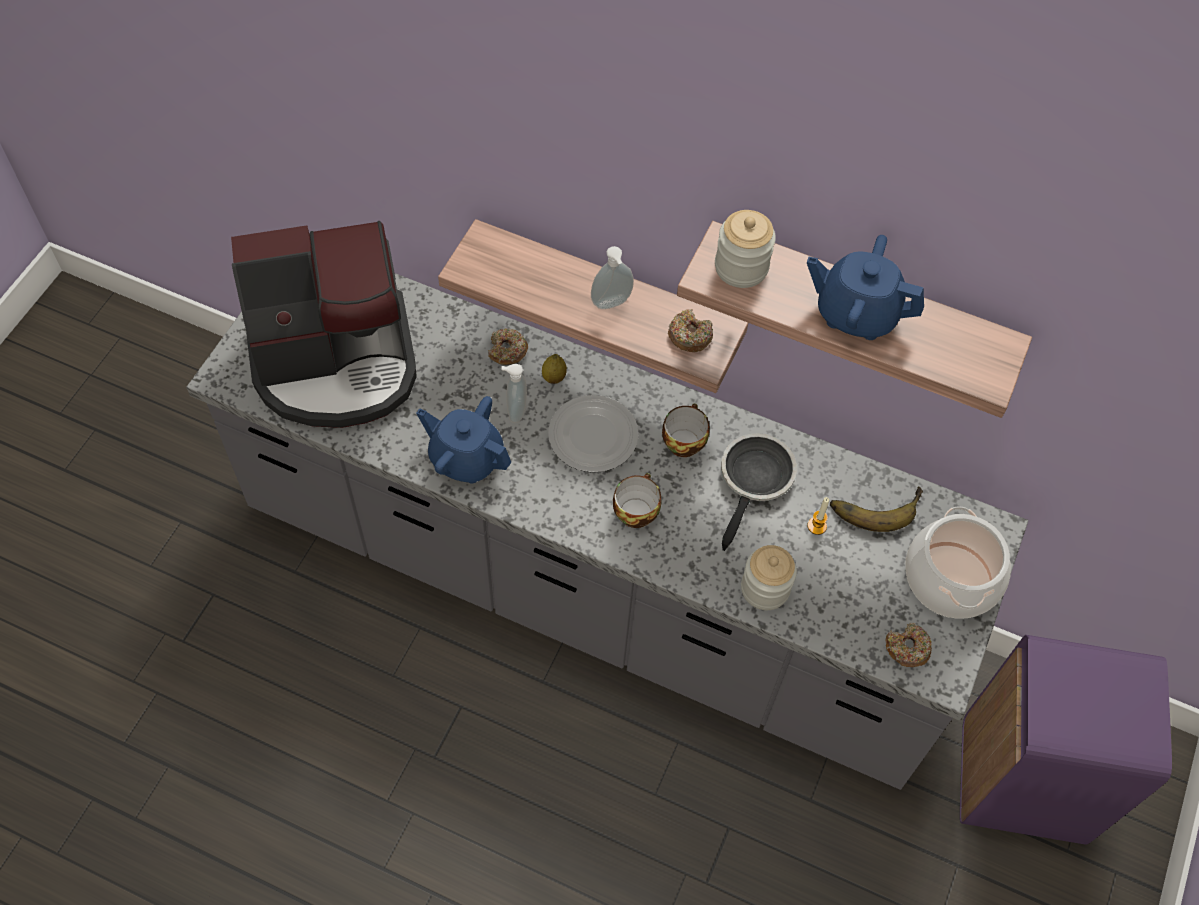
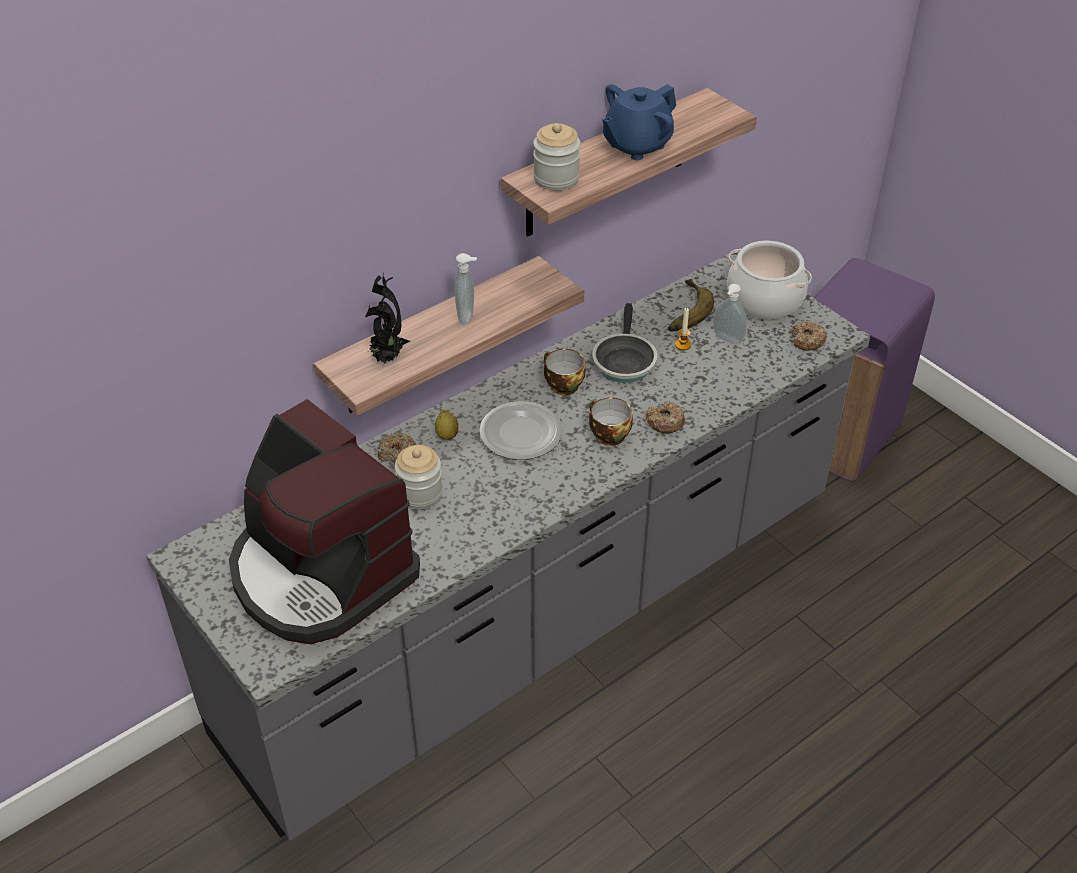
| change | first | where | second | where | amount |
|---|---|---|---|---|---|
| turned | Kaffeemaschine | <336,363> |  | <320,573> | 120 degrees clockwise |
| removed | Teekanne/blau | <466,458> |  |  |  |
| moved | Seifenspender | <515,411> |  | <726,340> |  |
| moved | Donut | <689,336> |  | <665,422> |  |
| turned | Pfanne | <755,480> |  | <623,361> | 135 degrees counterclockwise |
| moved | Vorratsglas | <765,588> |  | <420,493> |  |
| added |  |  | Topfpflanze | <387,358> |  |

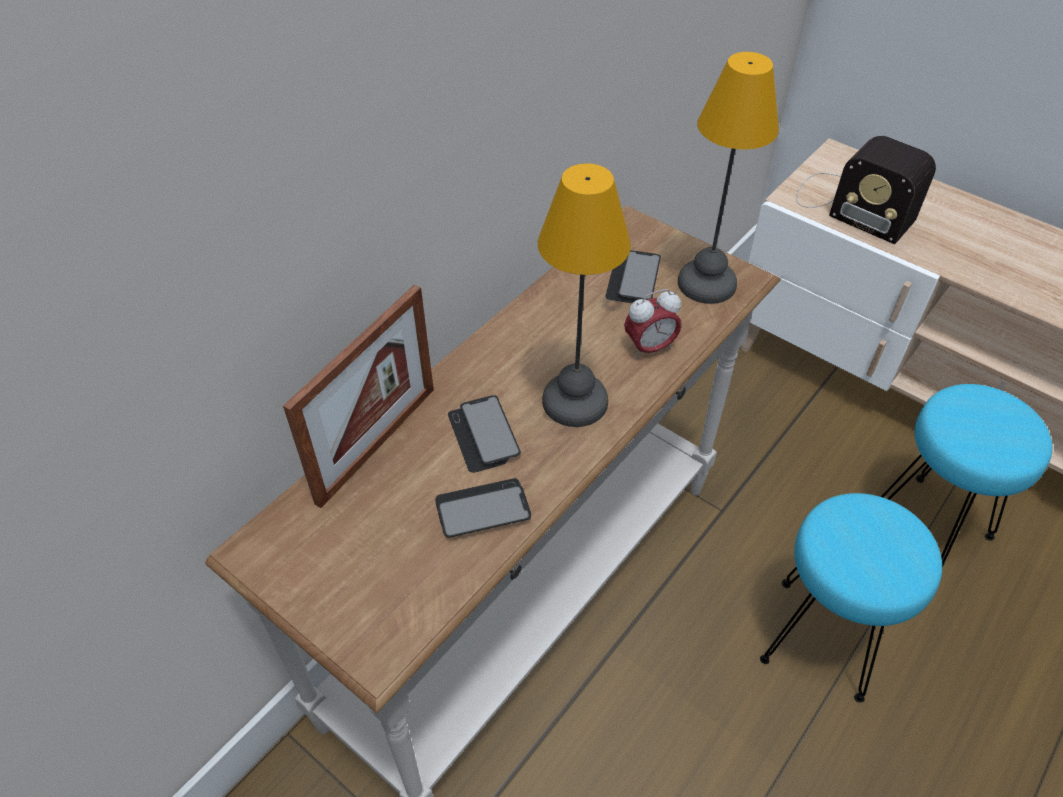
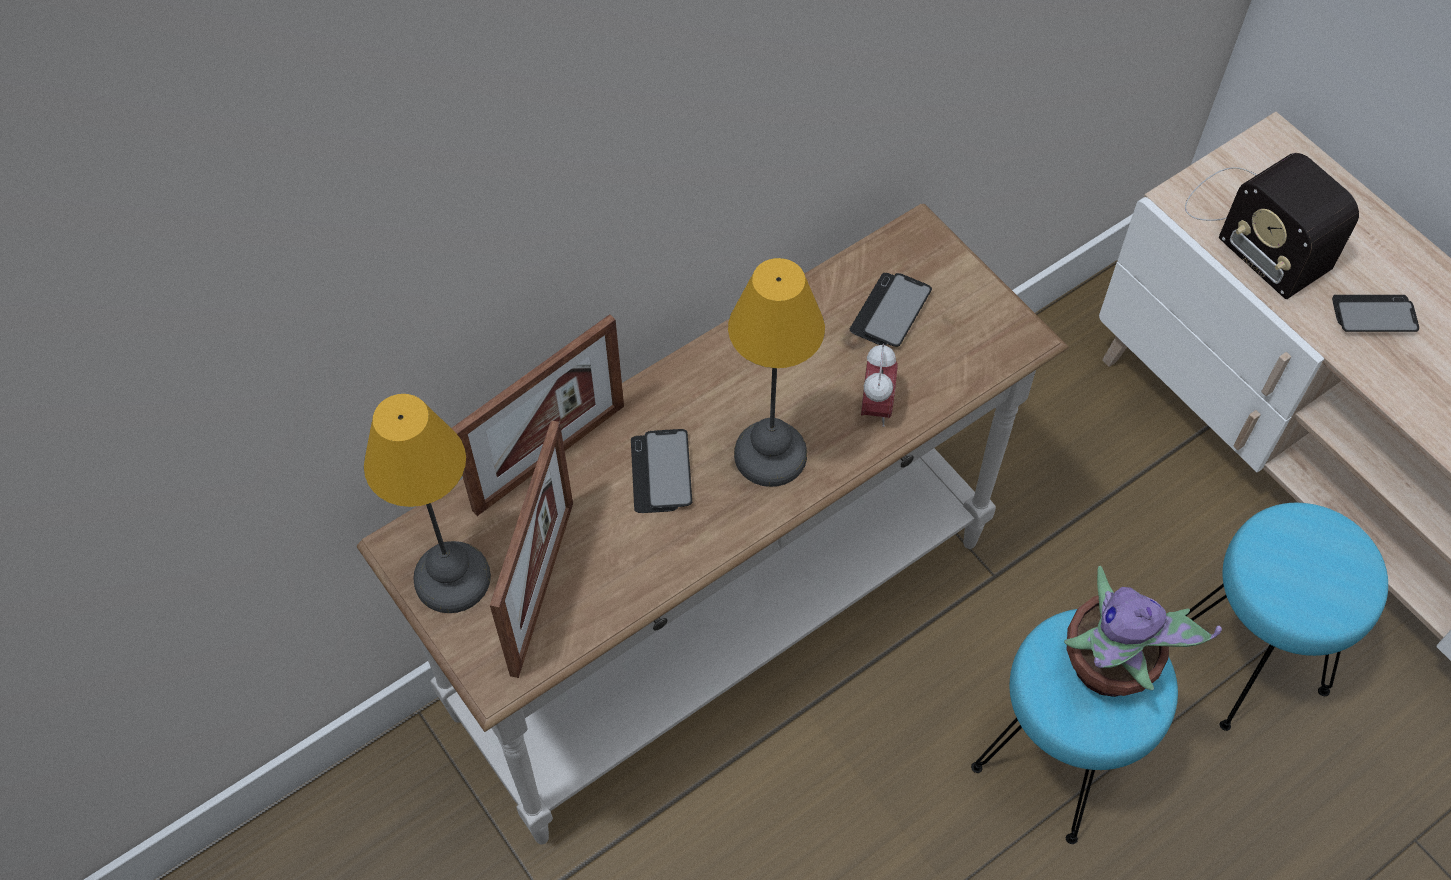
| change | first | where | second | where | amount |
|---|---|---|---|---|---|
| moved | Handy | <482,509> |  | <1374,315> |  |
| turned | Wecker | <649,348> |  | <875,407> | 75 degrees counterclockwise |
| moved | Tischlampe | <705,284> |  | <450,580> |  |
| added |  |  | Bilderrahmen | <542,587> |  |
| added |  |  | Topfpflanze | <1108,669> |  |

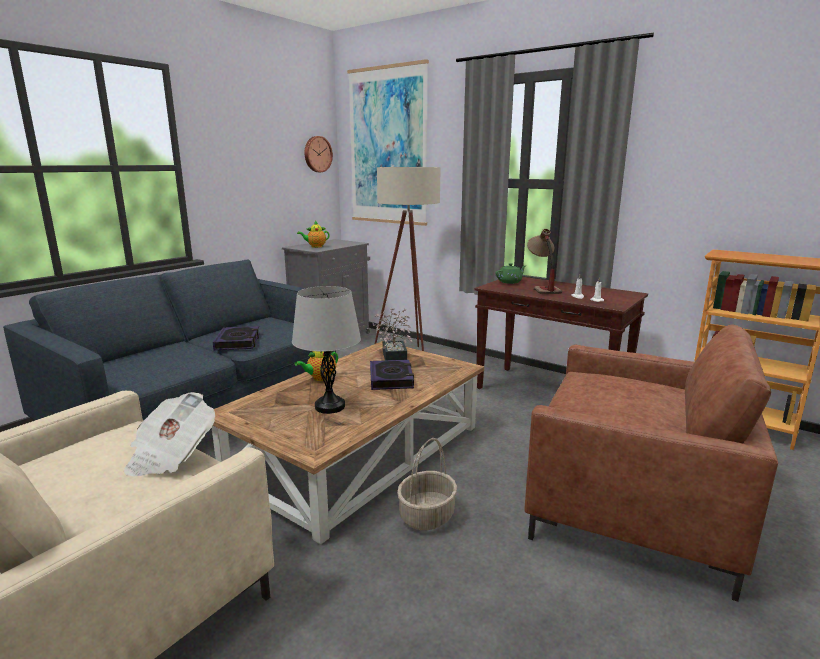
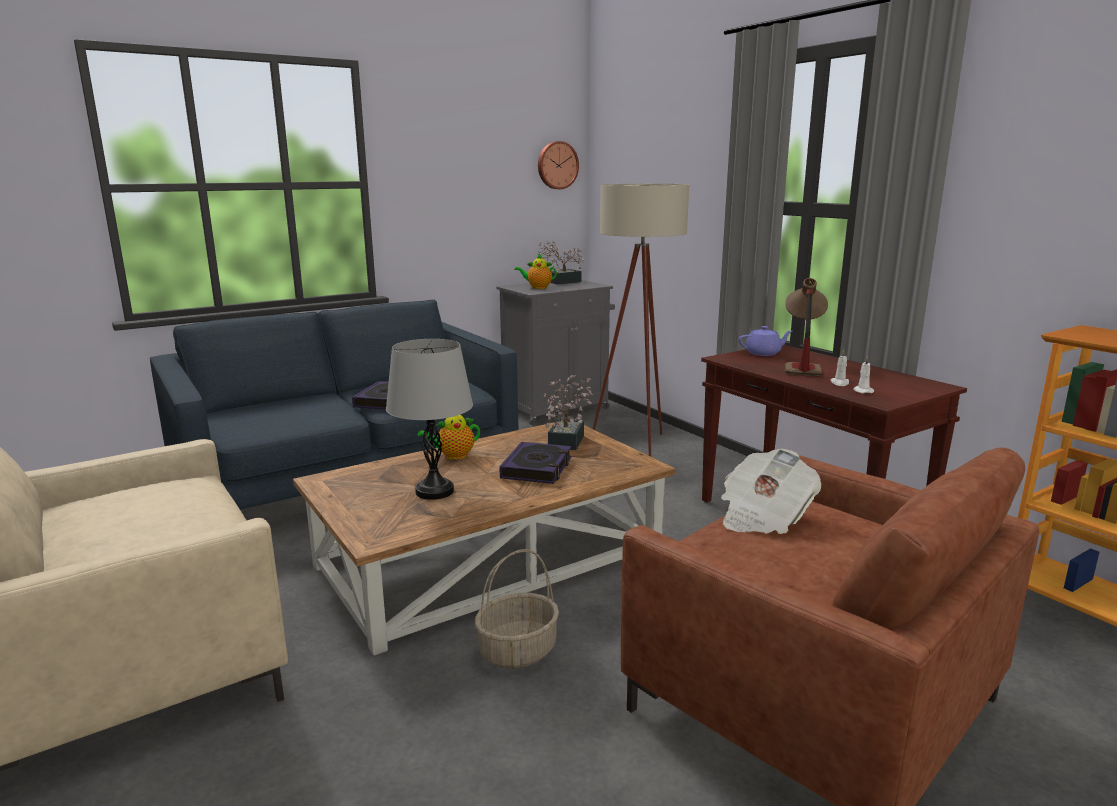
| change | first | where | second | where | amount |
|---|---|---|---|---|---|
| moved | Zeitung | <171,455> |  | <763,516> |  |
| removed | Bild | <388,147> |  |  |  |
| recoloured | Teekanne/grün | <510,282> | Teekanne/lila | <763,353> |  |
| added |  |  | Topfpflanze | <560,282> |  |

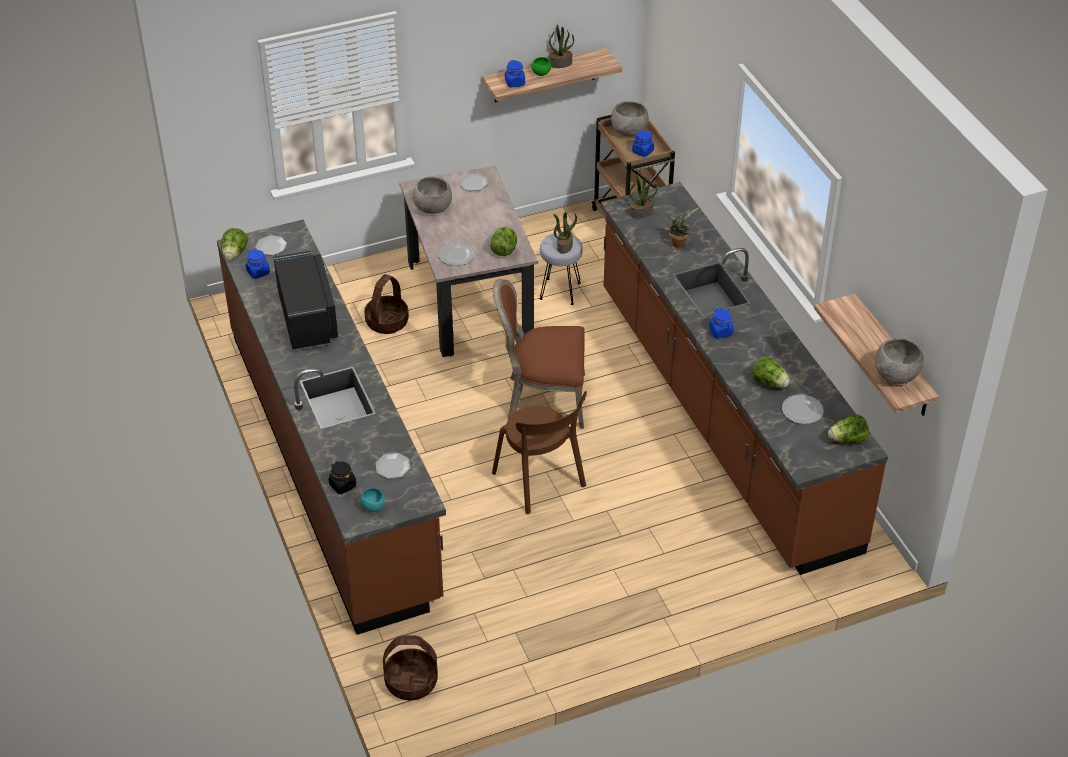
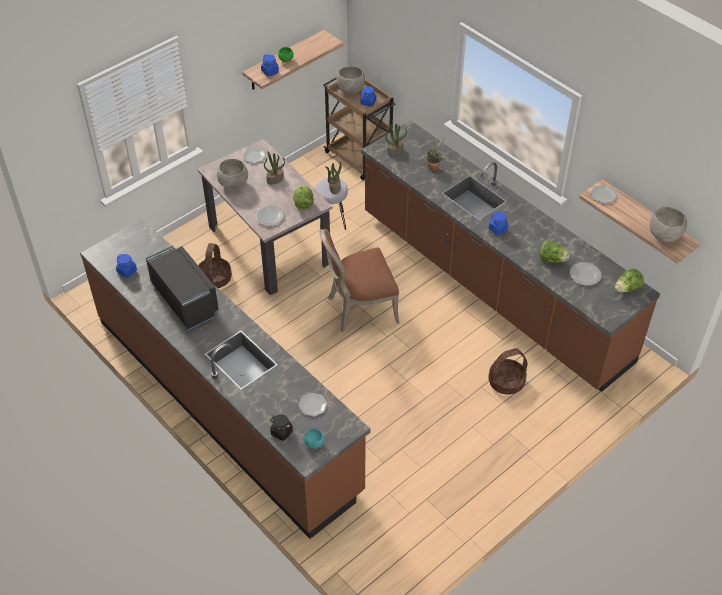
| change | first | where | second | where | amount |
|---|---|---|---|---|---|
| removed | Salatkopf | <235,254> |  |  |  |
| moved | Teller | <271,247> |  | <603,195> |  |
| moved | Korb | <411,681> |  | <506,381> |  |
| removed | Stuhl/braun | <541,482> |  |  |  |
| moved | Topfpflanze | <561,63> |  | <275,179> |  |

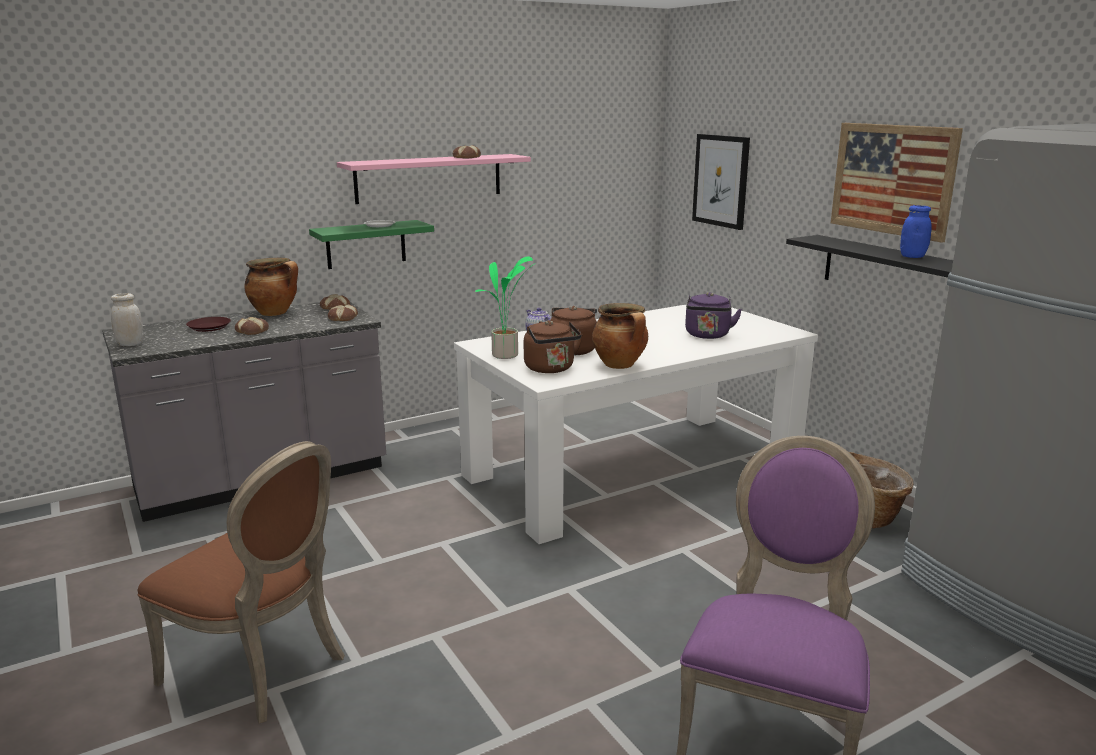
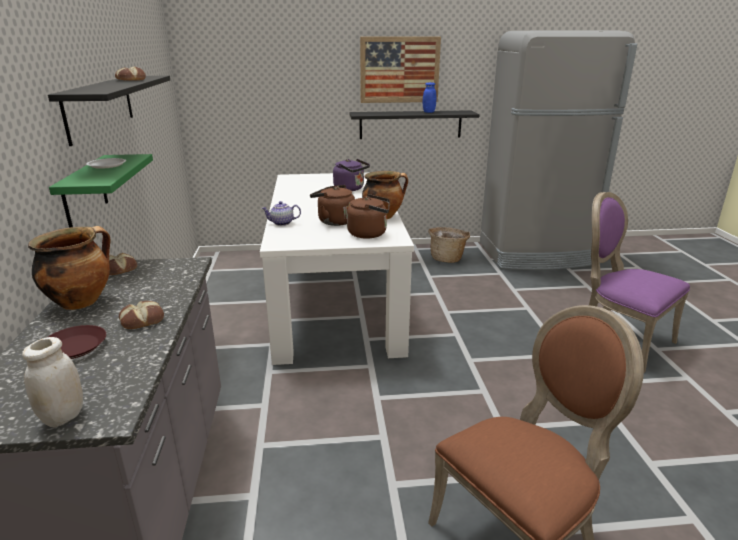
| change | first | where | second | where | amount |
|---|---|---|---|---|---|
| removed | Brot | <342,318> |  |  |  |
| recoloured | Wandregal/rosa | <429,178> | Wandregal/schwarz | <100,106> |  |
| removed | Topfpflanze | <506,356> |  |  |  |
| removed | Bild | <721,180> |  |  |  |

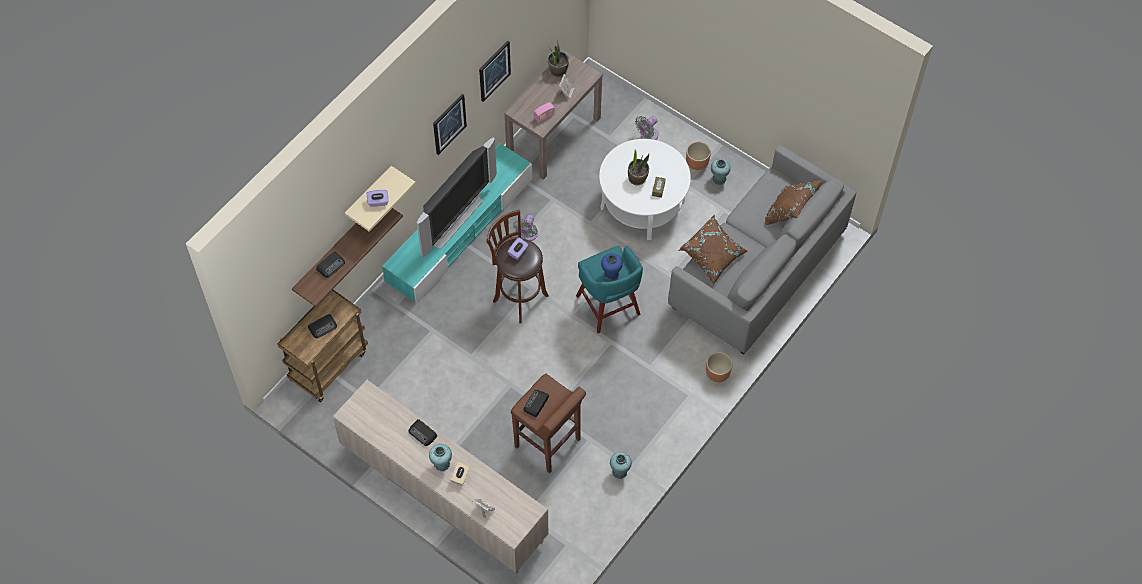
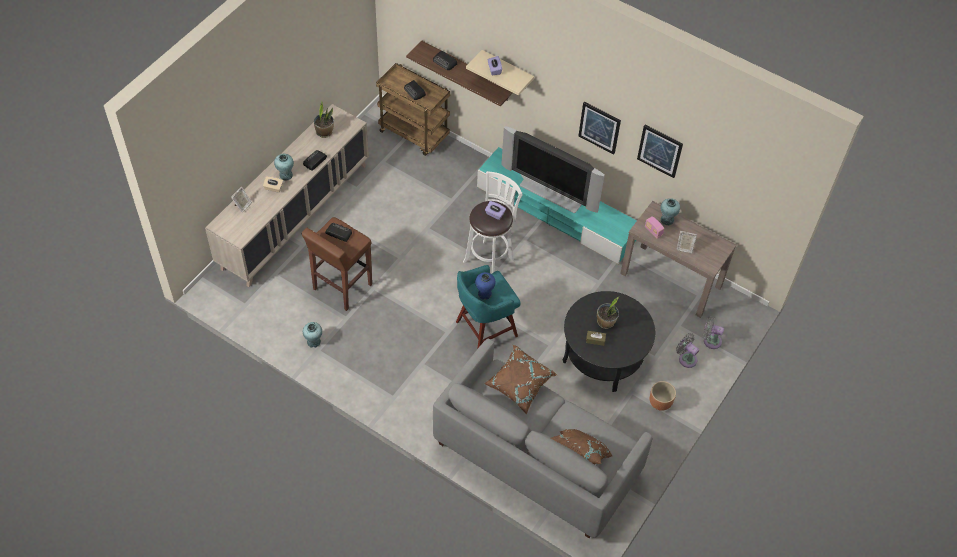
| change | first | where | second | where | amount |
|---|---|---|---|---|---|
| recoloured | Hocker/braun | <518,296> | Hocker/weiß | <490,259> |  |
| moved | Ventilator/grau | <527,235> |  | <710,340> |  |
| moved | Topfpflanze | <558,70> |  | <324,132> |  |
| recoloured | Couchtisch/weiß | <642,204> | Couchtisch/schwarz | <603,355> |  |
| removed | Pflanzkübel/braun | <717,374> |  |  |  |
| moved | Vase/türkis | <719,179> |  | <667,220> |  |

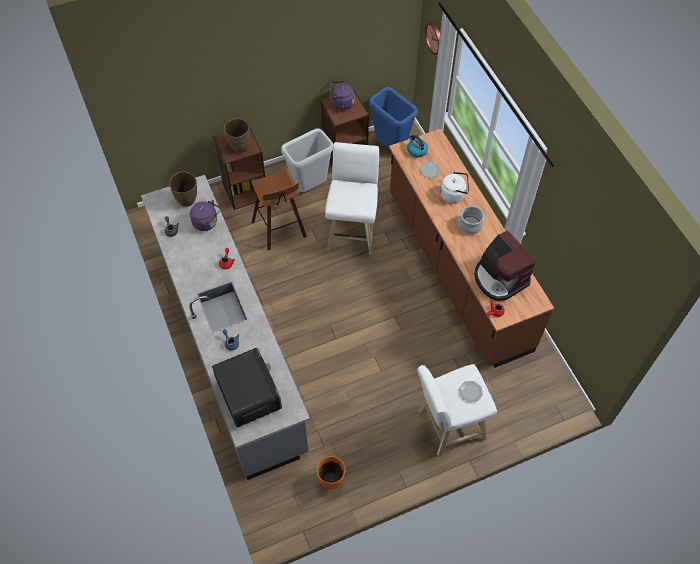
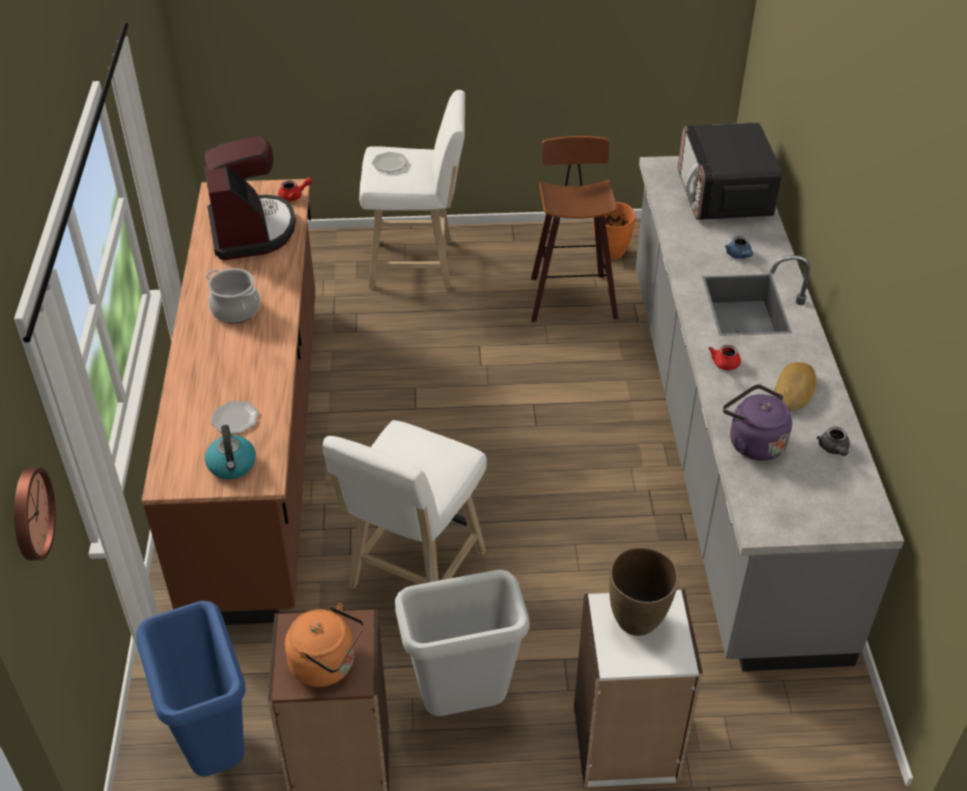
| change | first | where | second | where | amount |
|---|---|---|---|---|---|
| removed | Vase/braun | <187,200> |  |  |  |
| recoloured | Bücherregal/braun | <245,190> | Bücherregal/weiß | <625,744> |  |
| moved | Hocker | <281,230> |  | <570,296> |  |
| recoloured | Wasserkessel/lila | <341,103> | Wasserkessel/orange | <327,665> |  |
| removed | Wasserkessel/weiß | <453,194> |  |  |  |
| added |  |  | Brot | <794,391> |  |

